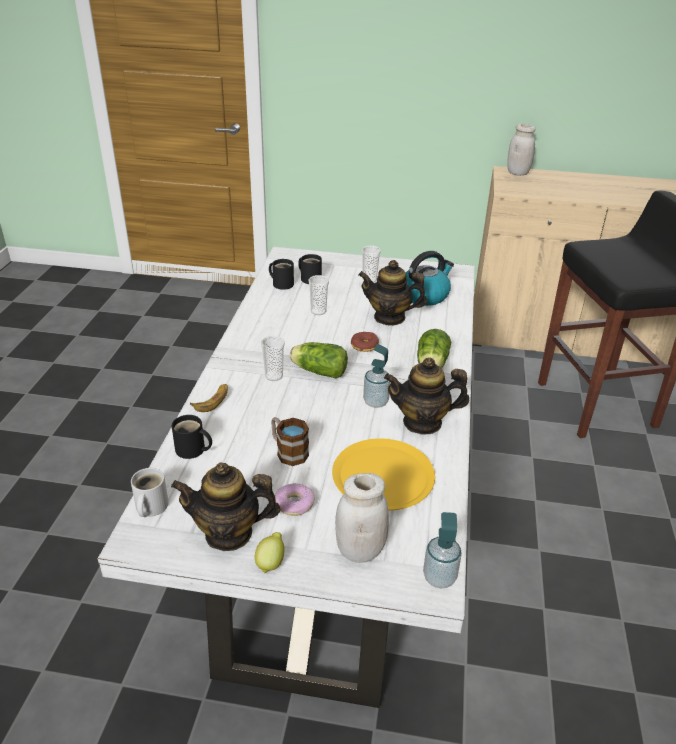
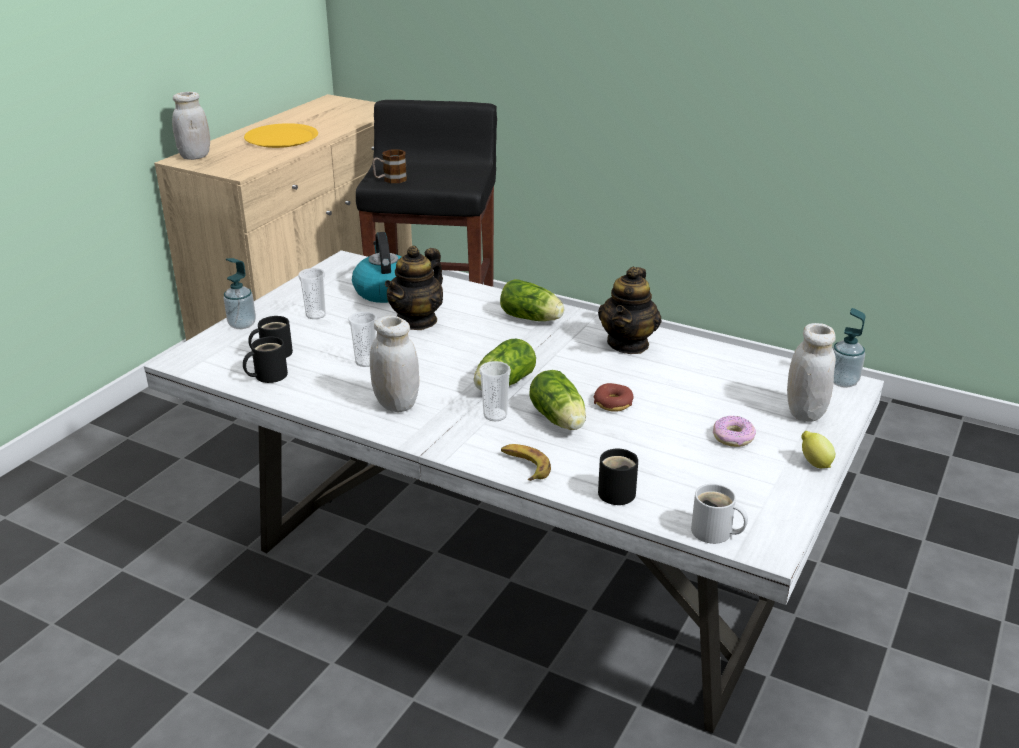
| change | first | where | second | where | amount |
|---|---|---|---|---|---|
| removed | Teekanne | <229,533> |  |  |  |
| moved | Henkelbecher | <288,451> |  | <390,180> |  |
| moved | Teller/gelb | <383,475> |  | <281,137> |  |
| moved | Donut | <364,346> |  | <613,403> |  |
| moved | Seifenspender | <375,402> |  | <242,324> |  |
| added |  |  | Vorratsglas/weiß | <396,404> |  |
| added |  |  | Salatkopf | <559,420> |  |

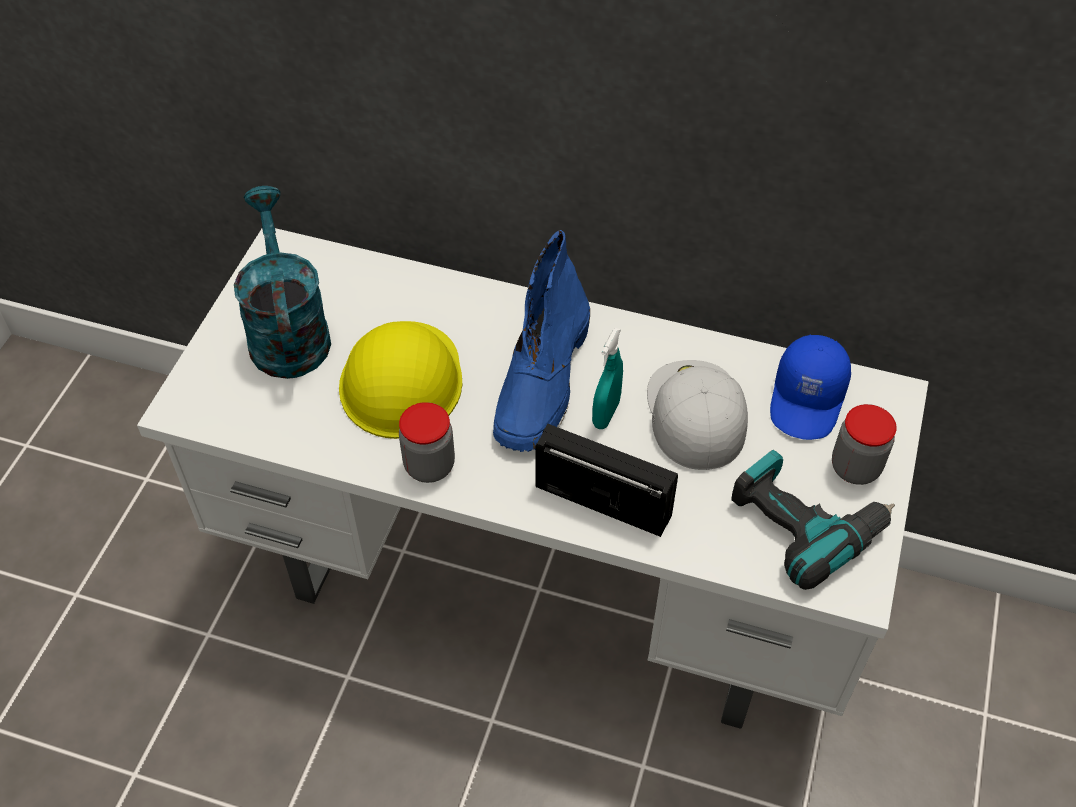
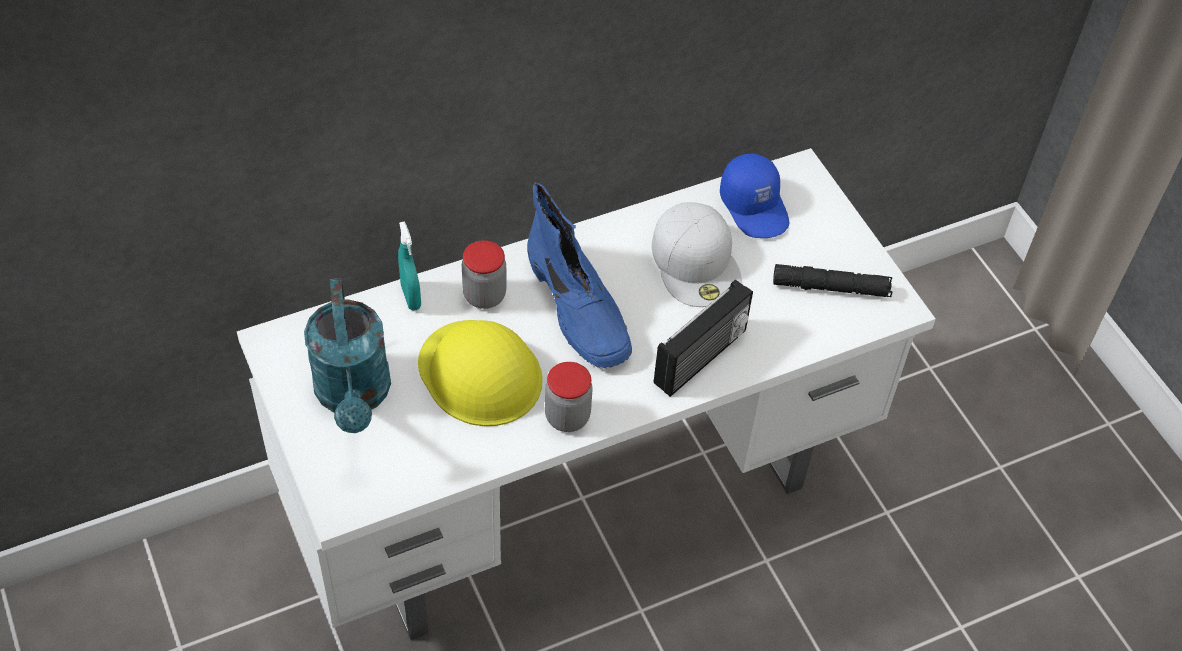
| change | first | where | second | where | amount |
|---|---|---|---|---|---|
| turned | Gießkanne/türkis | <287,331> |  | <354,396> | 135 degrees counterclockwise |
| turned | Radio | <604,500> |  | <702,358> | 150 degrees clockwise |
| moved | Sprühflasche/türkis | <606,414> |  | <411,297> |  |
| turned | Kappe/weiß | <694,412> |  | <696,262> | 150 degrees counterclockwise |
| replaced | Bohrmaschine | <804,522> | Taschenlampe/schwarz | <831,287> |  |
| moved | Vorratsglas | <855,467> |  | <484,295> |  |

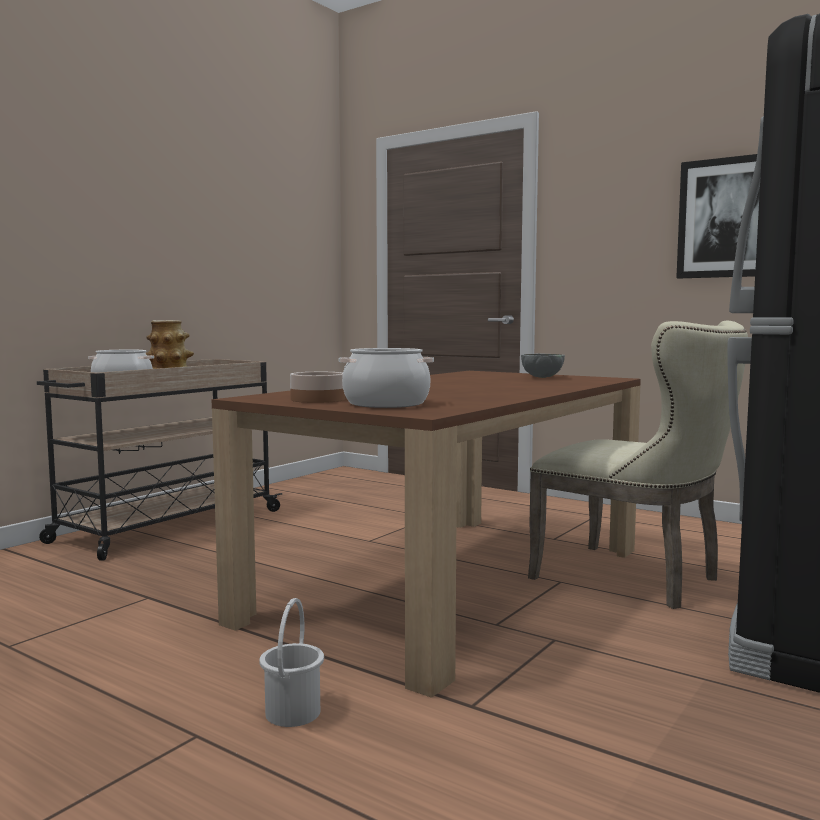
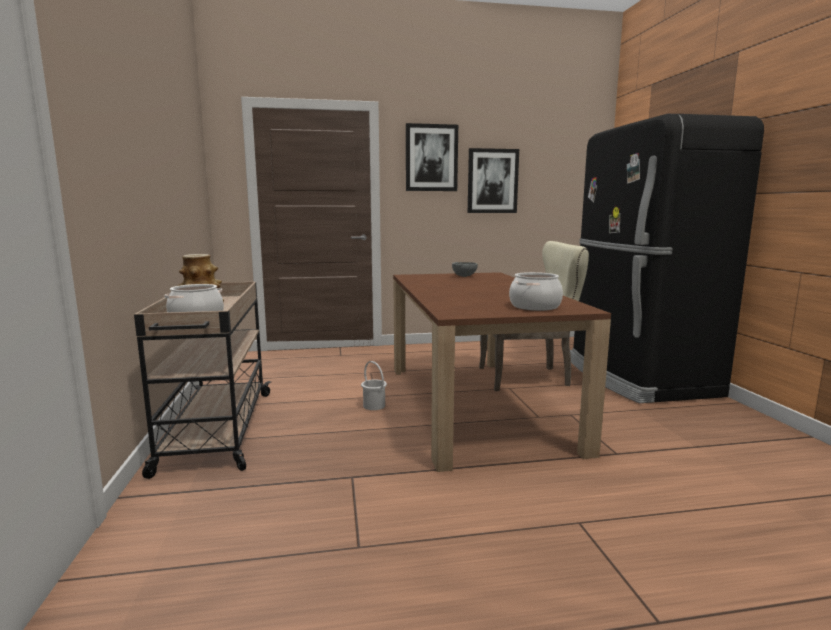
| change | first | where | second | where | amount |
|---|---|---|---|---|---|
| moved | Eimer/weiß | <294,712> |  | <374,405> |  |
| removed | Schüssel | <317,399> |  |  |  |
| added |  |  | Bild | <431,158> |  |

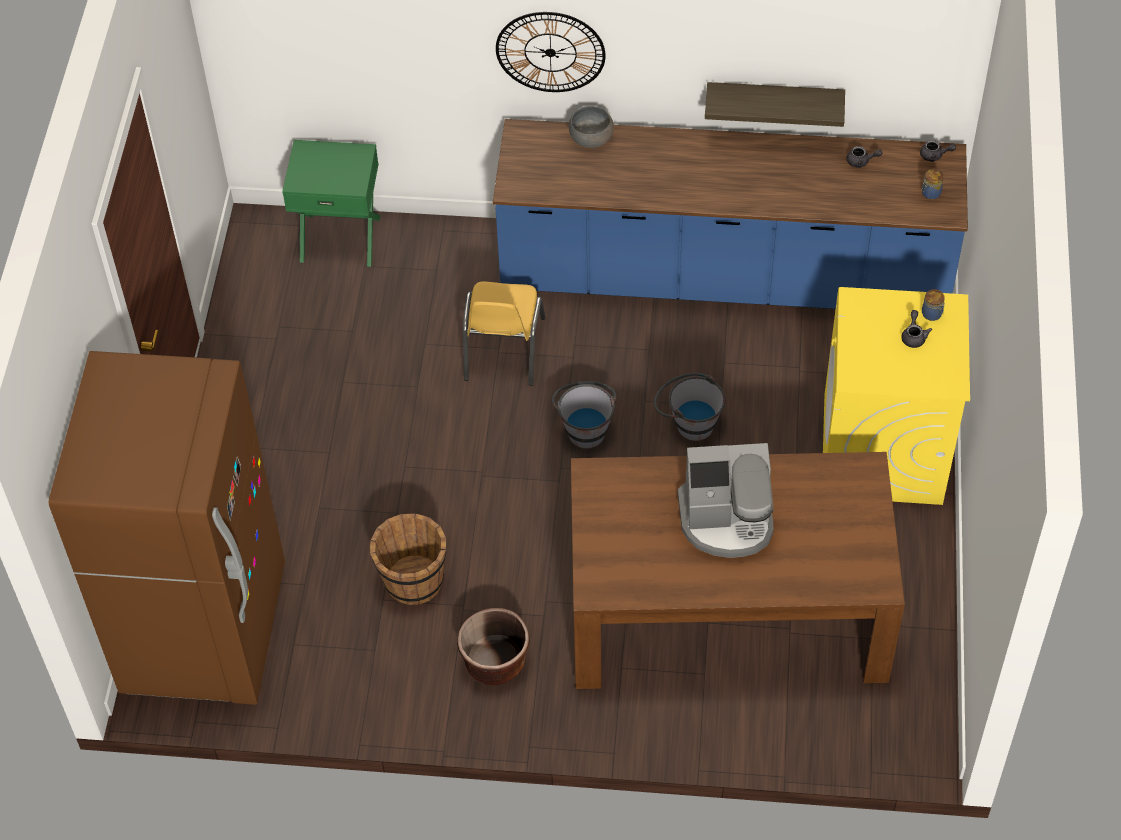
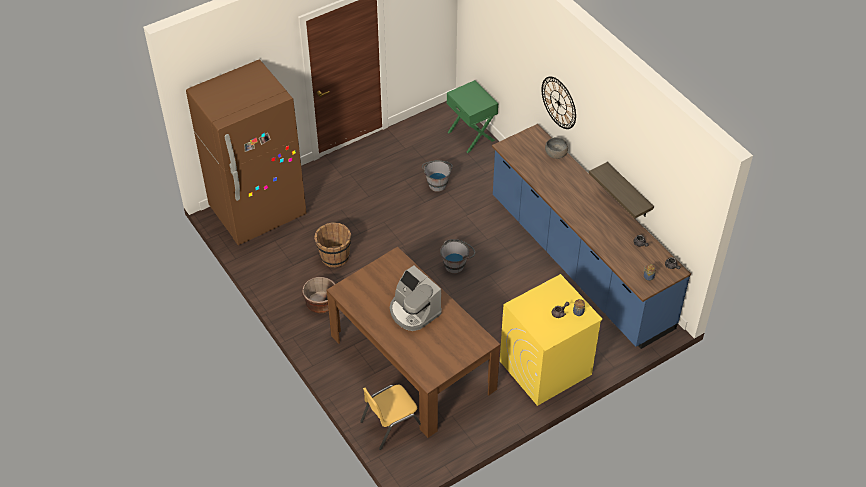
| change | first | where | second | where | amount |
|---|---|---|---|---|---|
| moved | Stuhl/gelb | <503,349> |  | <391,424> |  |
| moved | Eimer/grau | <688,422> |  | <437,182> |  |

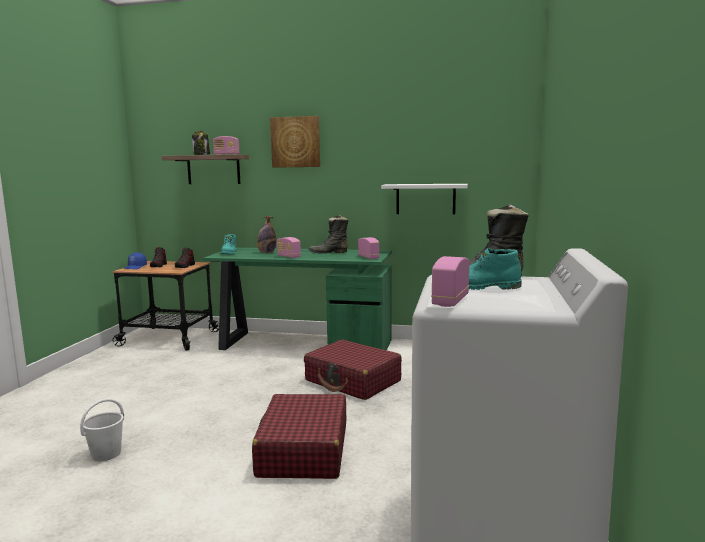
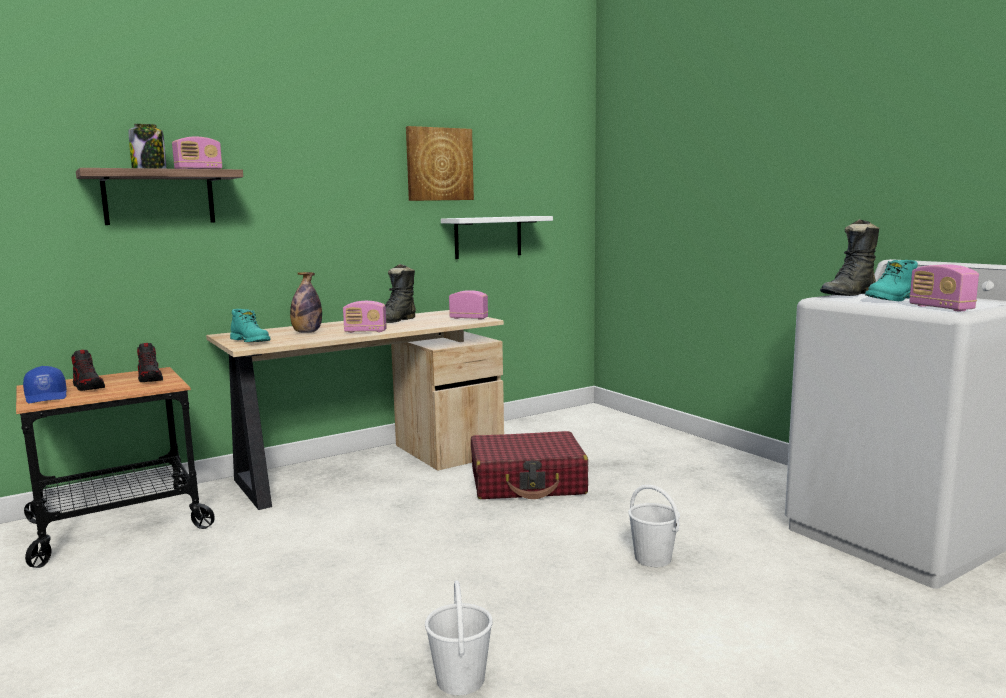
| change | first | where | second | where | amount |
|---|---|---|---|---|---|
| recoloured | Schreibtisch/grün | <303,344> | Schreibtisch/beige | <368,467> |  |
| replaced | Koffer/rot | <303,450> | Eimer/weiß | <653,559> |  |
| moved | Bild | <295,142> |  | <439,164> |  |

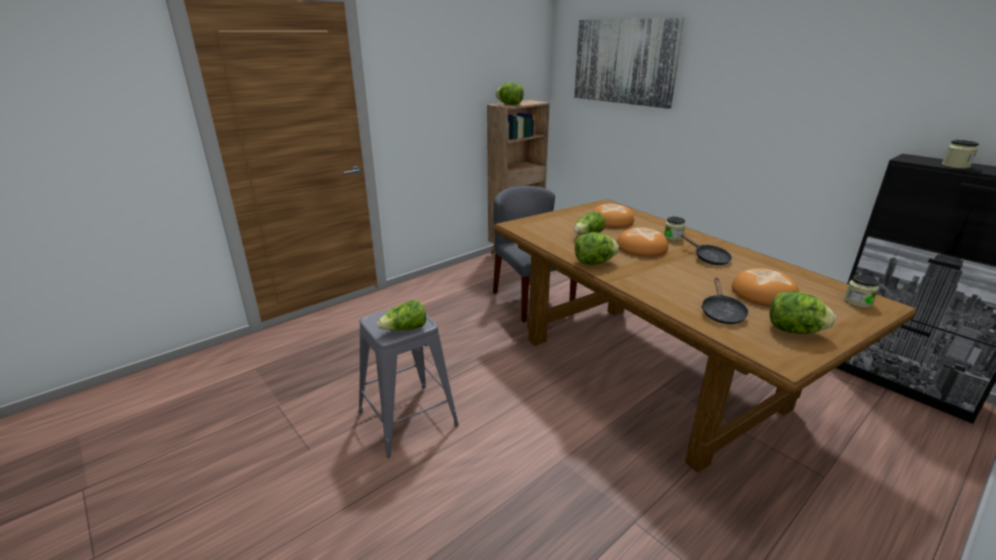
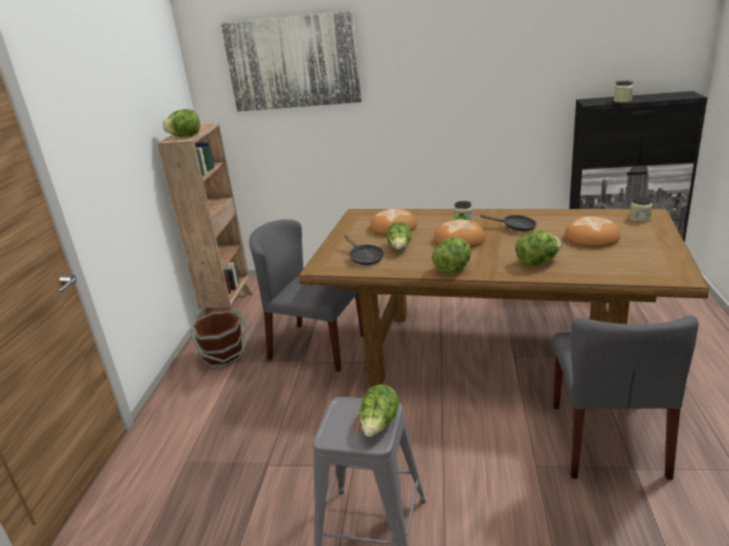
| change | first | where | second | where | amount |
|---|---|---|---|---|---|
| moved | Pfanne/schwarz | <721,313> |  | <364,258> |  |
| moved | Salatkopf | <794,331> |  | <537,262> |  |
| added |  |  | Eimer/braun | <224,356> |  |
| added |  |  | Stuhl/grau | <607,440> |  |

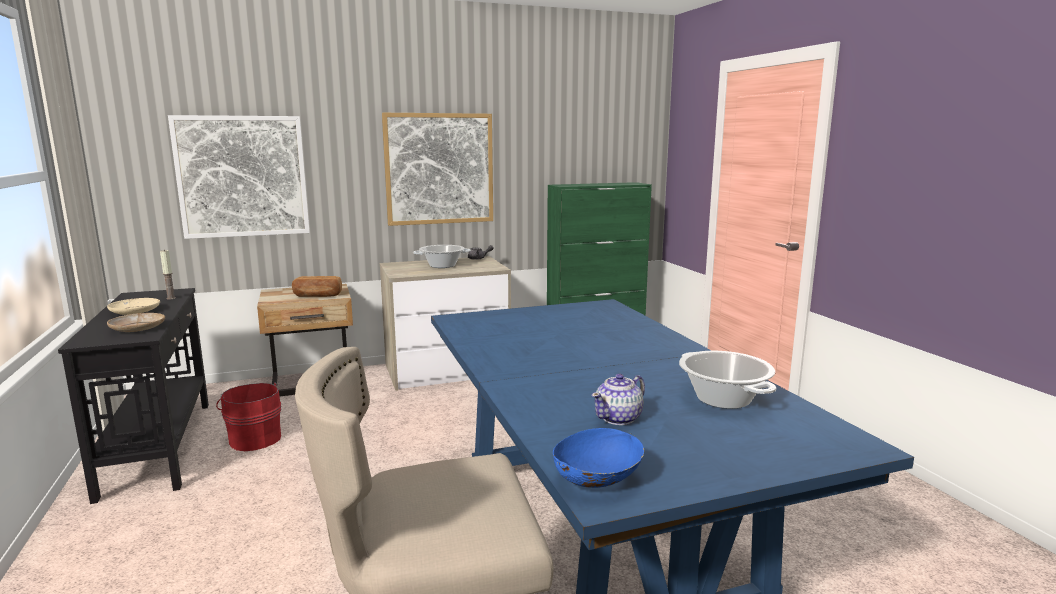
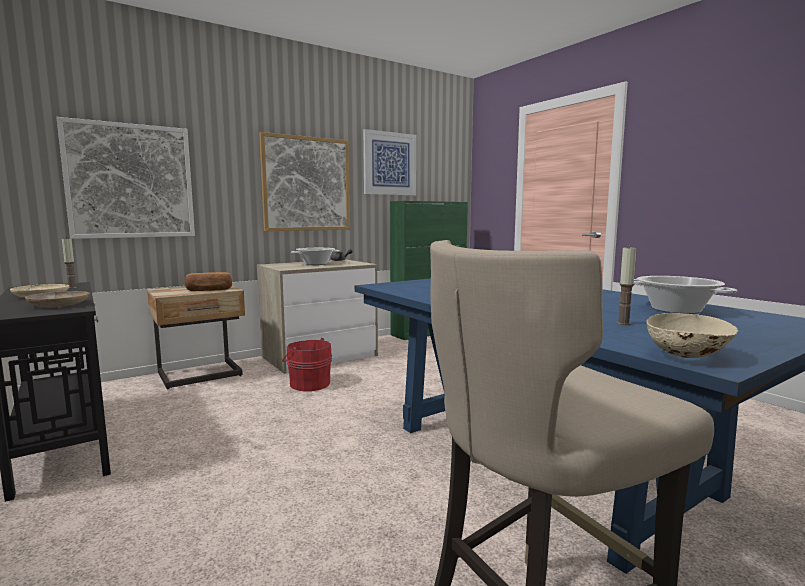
| change | first | where | second | where | amount |
|---|---|---|---|---|---|
| moved | Eimer/rot | <254,438> |  | <308,384> |  |
| recoloured | Schüssel/blau | <597,481> | Schüssel/beige | <687,356> |  |
| replaced | Teekanne | <619,418> | Kerze | <623,323> |  |
| added |  |  | Bild | <390,164> |  |

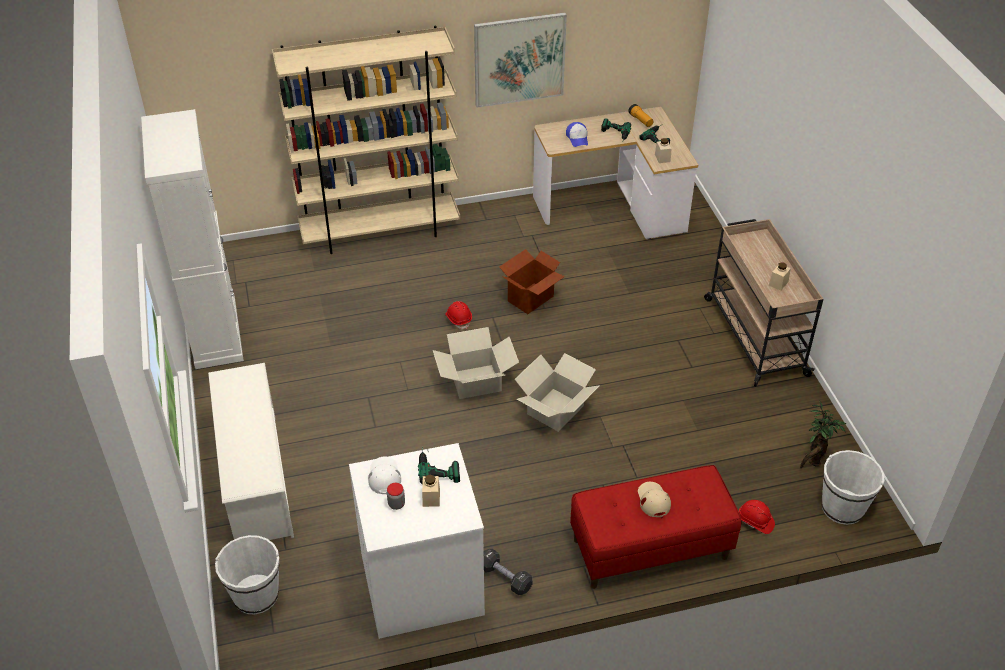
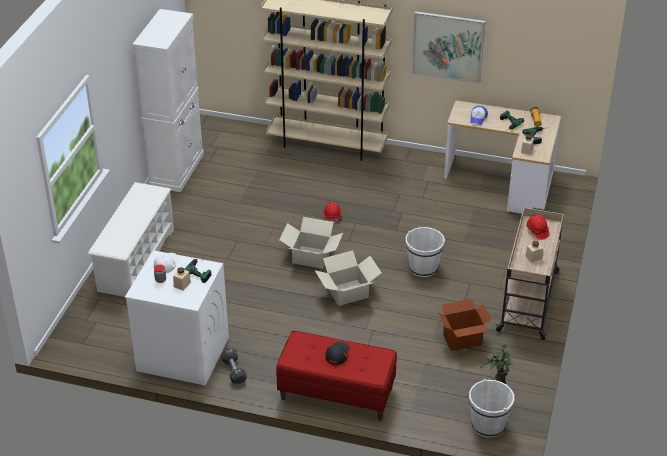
| change | first | where | second | where | amount |
|---|---|---|---|---|---|
| moved | Eimer/weiß | <256,595> |  | <423,268> |  |
| moved | Karton | <531,299> |  | <462,340> |  |
| recoloured | Kappe/beige | <653,500> | Kappe/schwarz | <337,354> |  |
| moved | Schutzhelm/rot | <755,521> |  | <537,231> |  |

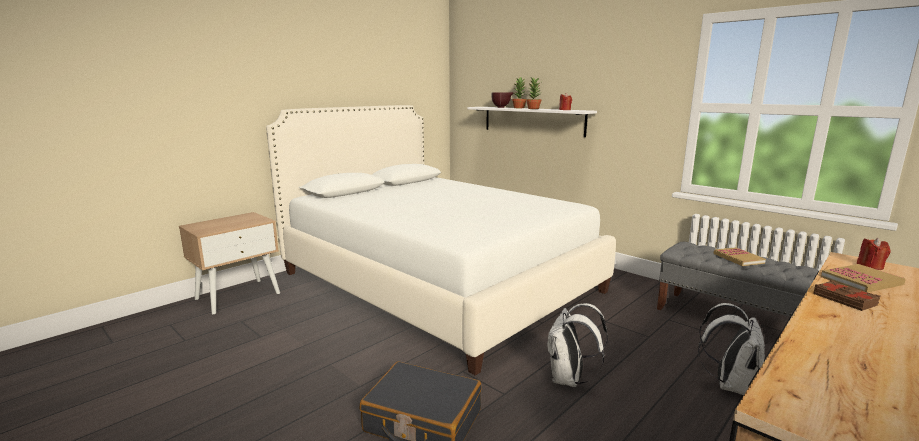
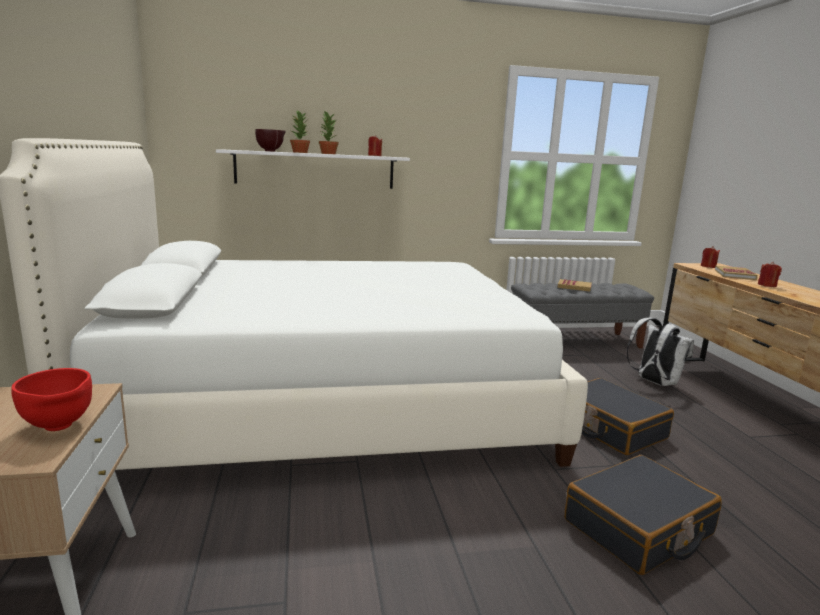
| change | first | where | second | where | amount |
|---|---|---|---|---|---|
| replaced | Rucksack/weiß | <569,379> | Koffer/schwarz | <609,428> |  |
| replaced | Buch/braun | <844,299> | Kerze/rot | <767,285> |  |
| added |  |  | Schüssel/rot | <59,427> |  |

